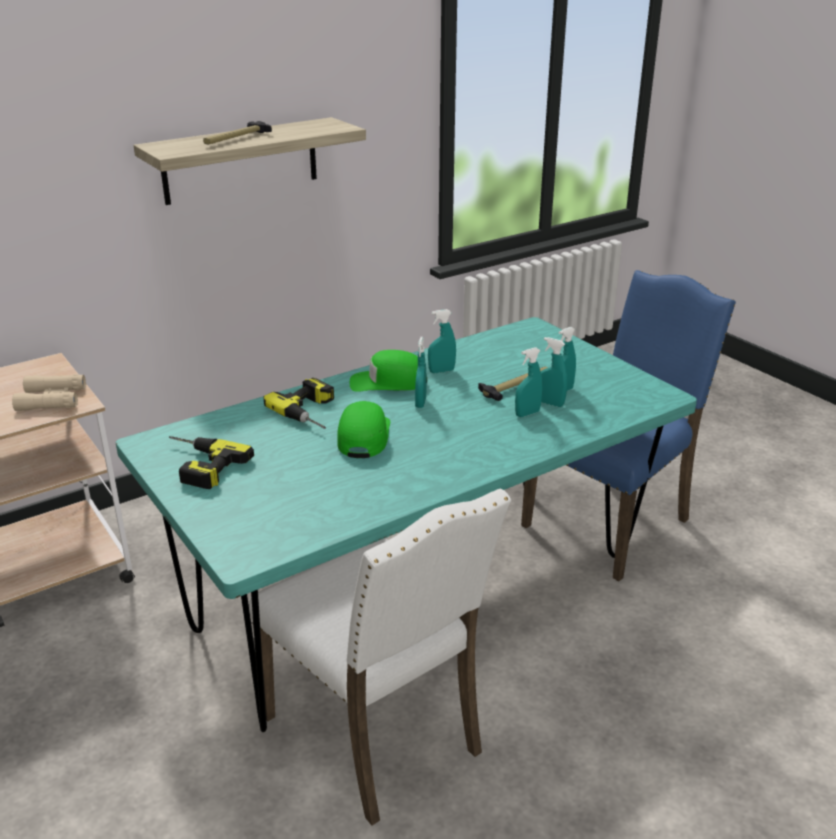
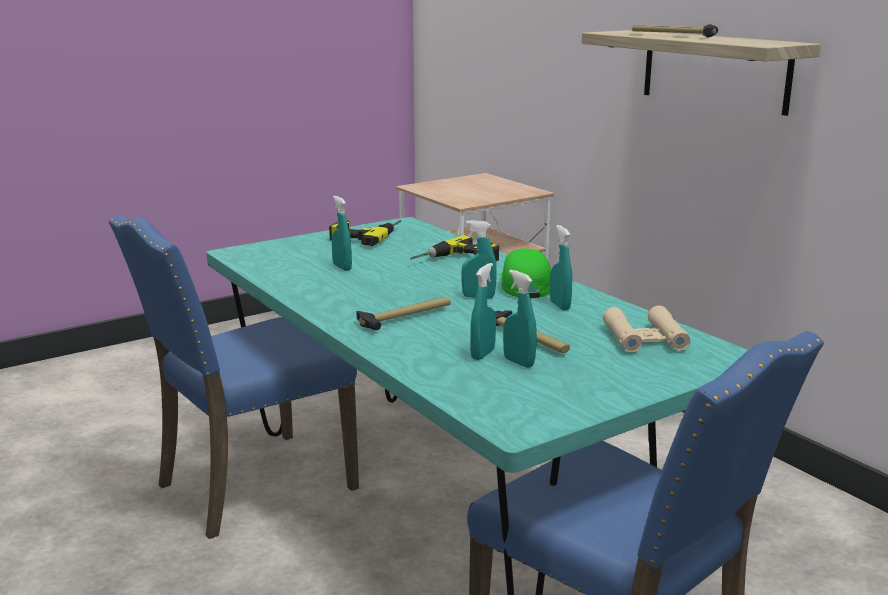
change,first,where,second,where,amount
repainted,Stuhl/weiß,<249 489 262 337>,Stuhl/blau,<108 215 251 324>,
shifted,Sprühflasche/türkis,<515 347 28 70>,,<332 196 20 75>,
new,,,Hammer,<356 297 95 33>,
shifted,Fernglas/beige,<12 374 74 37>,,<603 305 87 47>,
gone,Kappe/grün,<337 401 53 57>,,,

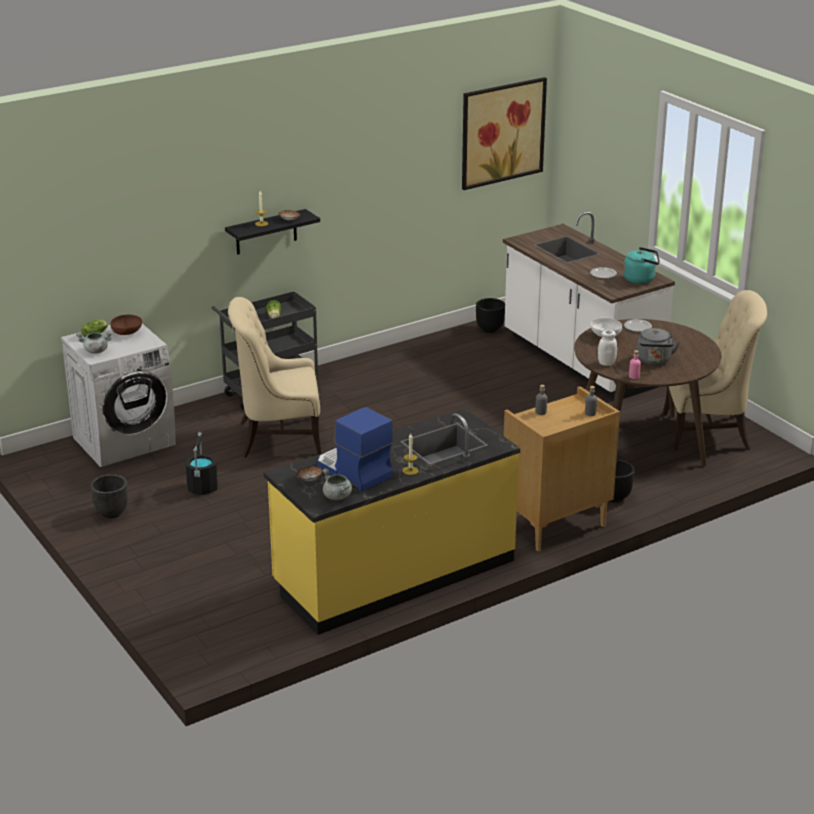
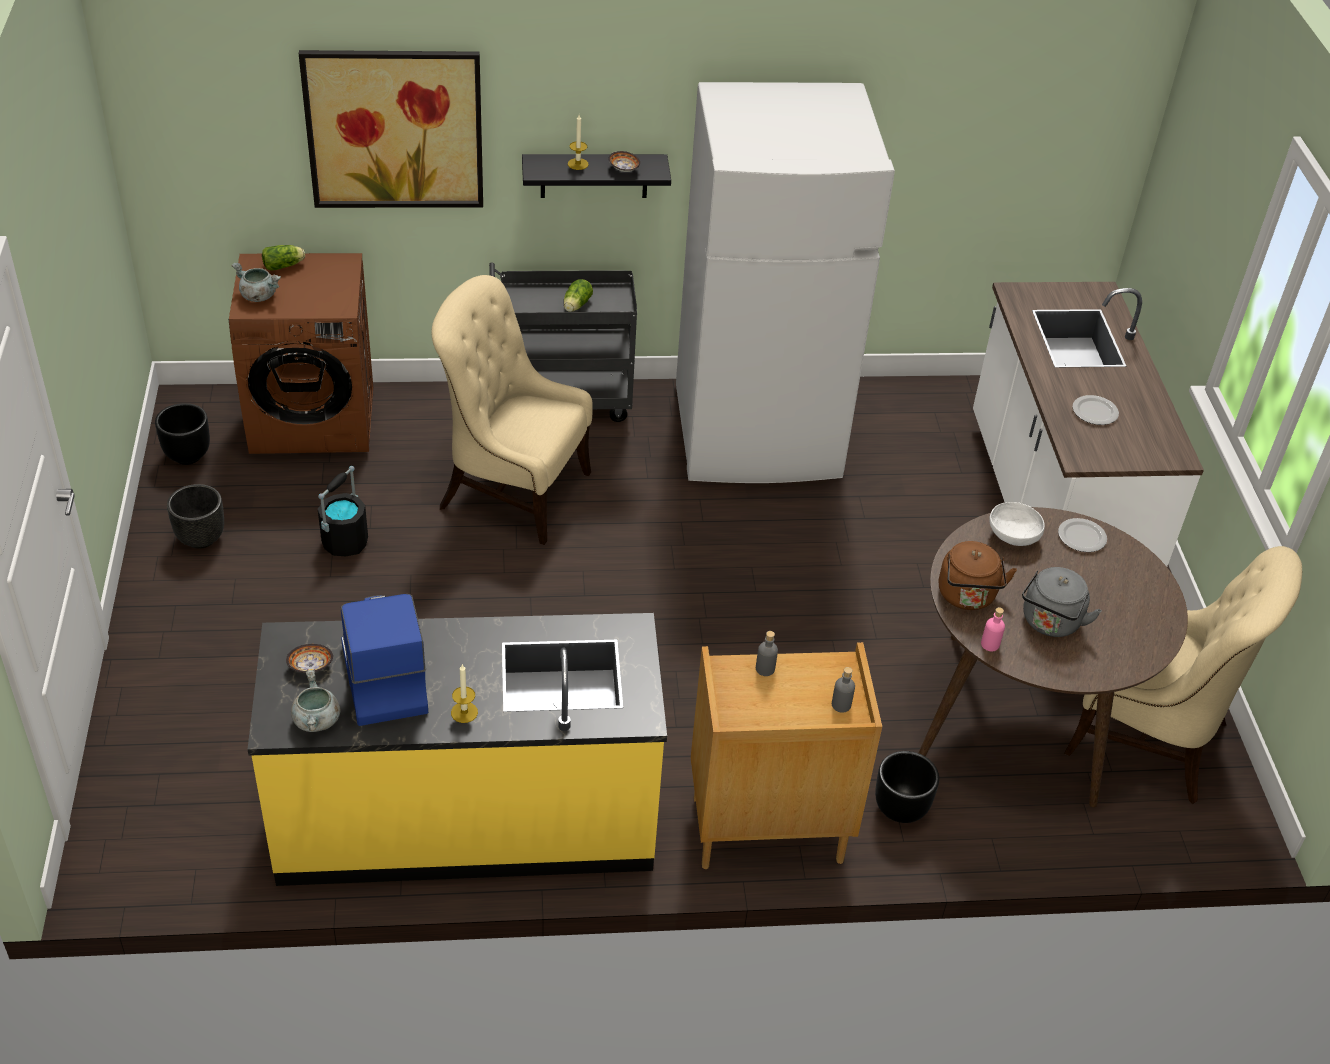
change,first,where,second,where,amount
shifted,Pflanzkübel/schwarz,<476 298 29 35>,,<155 403 55 62>,
repainted,Waschmaschine/weiß,<61 324 115 143>,Waschmaschine/braun,<229 253 144 201>,
shifted,Bild,<462 77 85 113>,,<299 50 184 158>,
new,,,Kühlschrank/weiß,<676 82 219 401>,
swapped,Vorratsglas/weiß,<598 330 19 36>,Wasserkessel/braun,<939 541 78 69>,
gone,Schüssel/braun,<110 315 32 20>,,,
gone,Wasserkessel/türkis,<623 247 37 37>,,,

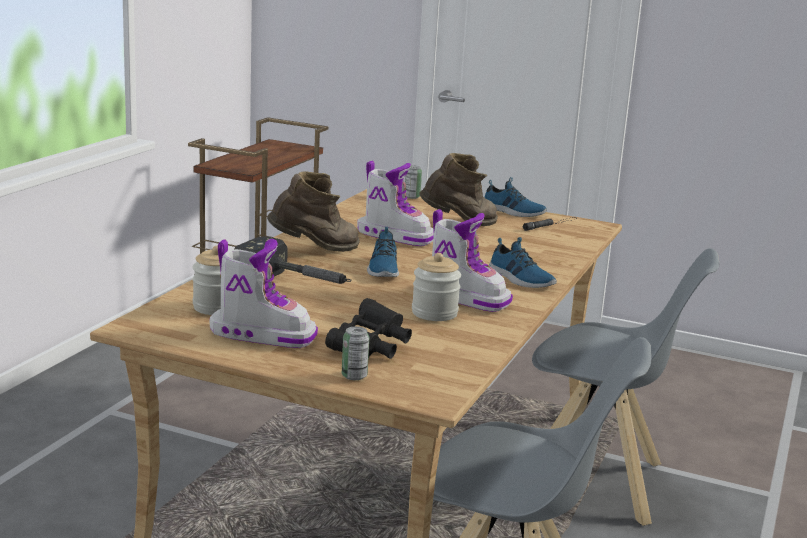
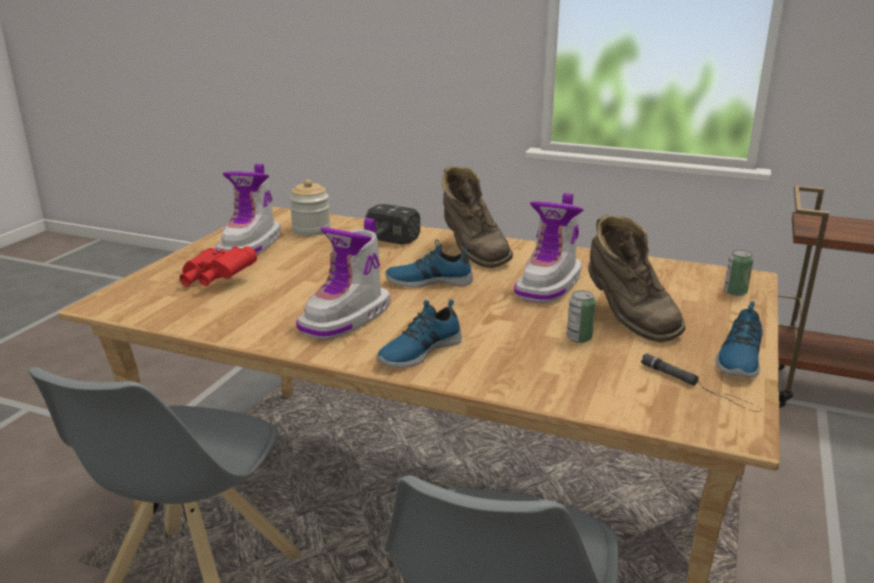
change,first,where,second,where,amount
repainted,Fernglas/schwarz,<325 298 87 61>,Fernglas/rot,<180 246 77 41>,
shifted,Dose,<342 327 27 53>,,<567 290 29 53>,
gone,Vorratsglas,<412 253 49 68>,,,

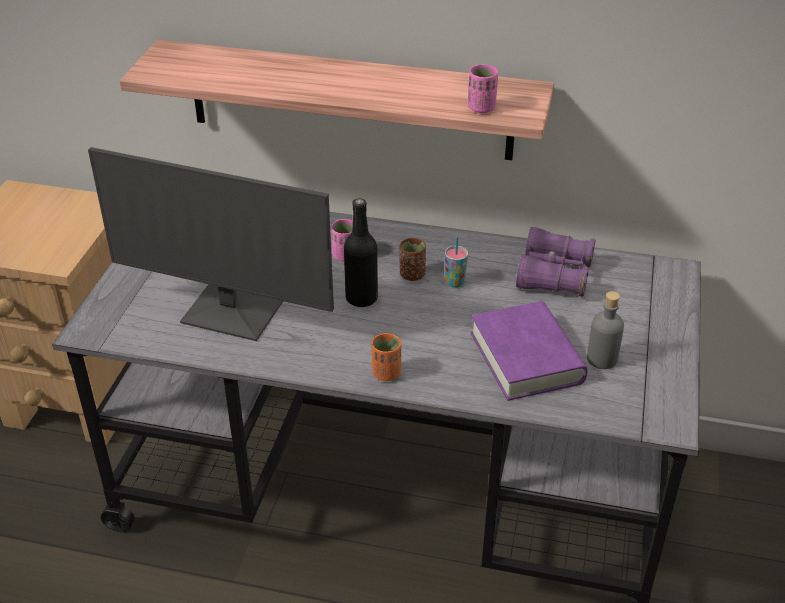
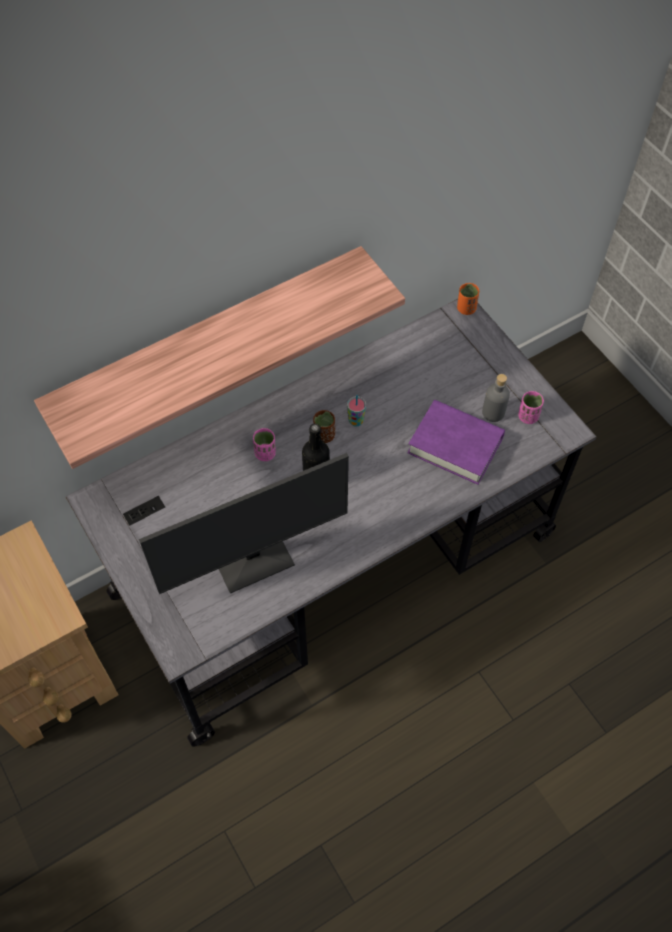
change,first,where,second,where,amount
shifted,Tasse/orange,<372 333 29 48>,,<457 283 22 32>,
shifted,Tasse/rosa,<468 64 30 49>,,<518 391 26 33>,
gone,Fernglas/lila,<516 227 79 70>,,,

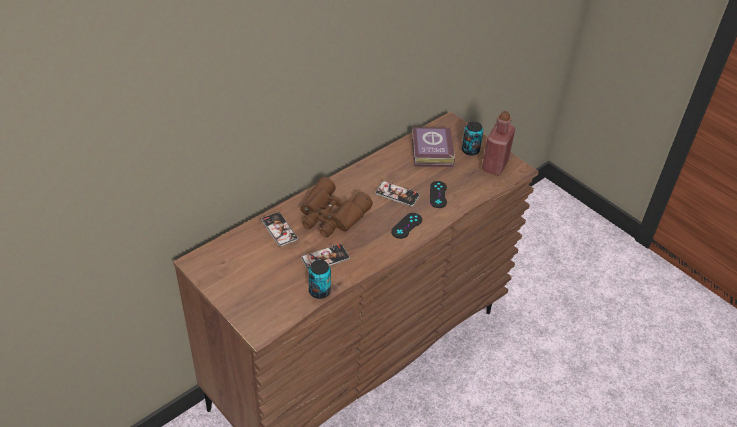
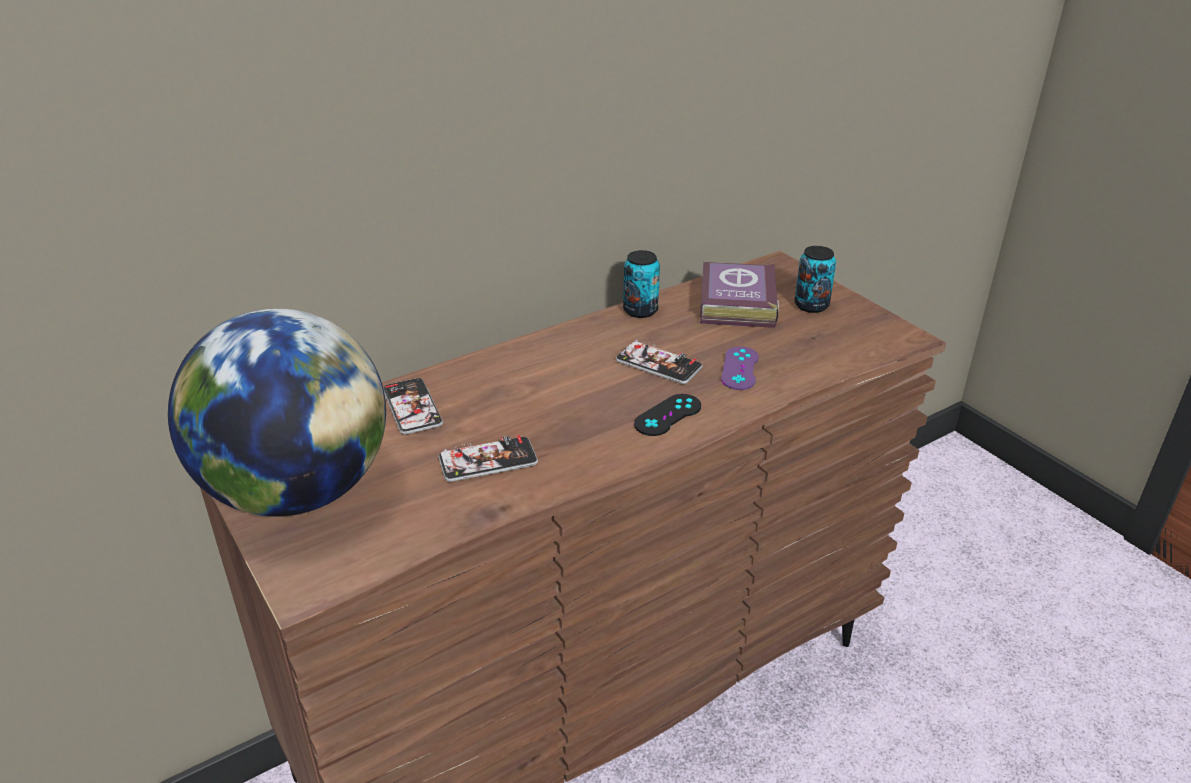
change,first,where,second,where,amount
new,,,Globus,<168 309 218 208>,
shifted,Dose,<308 260 23 39>,,<623 250 37 68>,
repainted,Gamepad/schwarz,<430 181 17 27>,Gamepad/lila,<721 346 38 44>,
gone,Fernglas/braun,<300 177 73 60>,,,
gone,Flasche/rot,<482 111 33 65>,,,

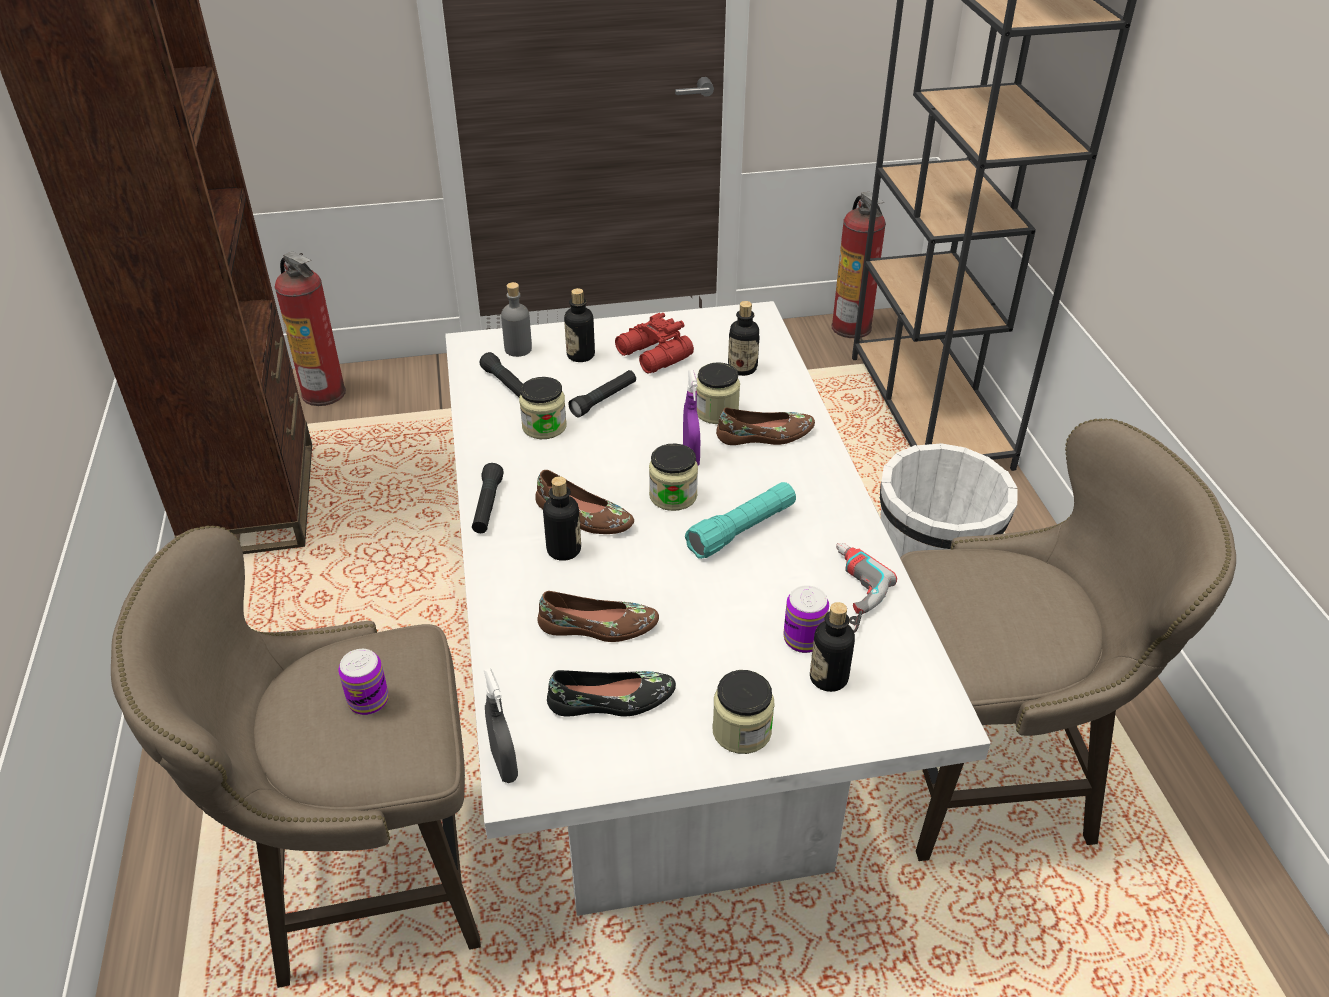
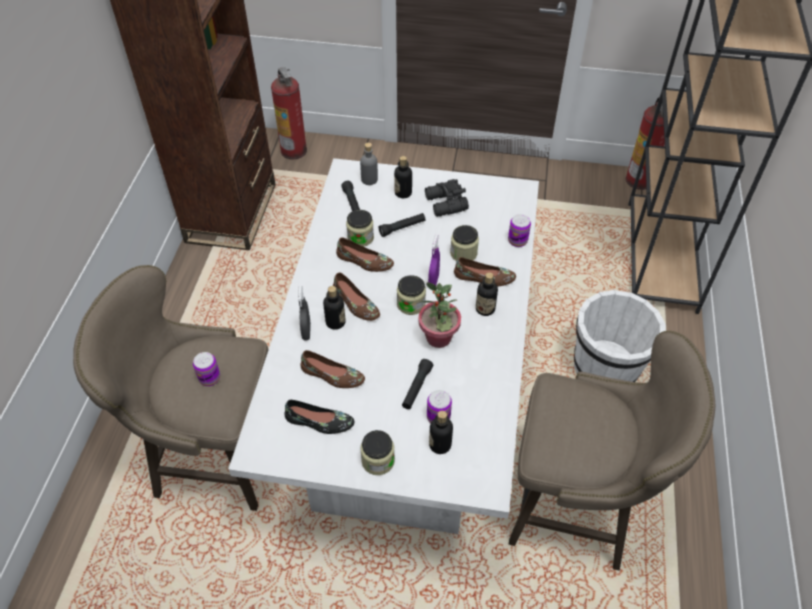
change,first,where,second,where,amount
shifted,Sprühflasche/grau,<484 668 34 115>,,<298 286 13 55>,
new,,,Schuh/braun,<336 237 58 35>,
shifted,Taschenlampe/schwarz,<472 463 32 70>,,<402 359 31 50>,
swapped,Taschenlampe/türkis,<685 482 111 77>,Topfpflanze,<418 282 43 66>,
repainted,Fernglas/rot,<615 313 79 61>,Fernglas/schwarz,<425 179 44 38>,
shifted,Flasche,<728 301 32 75>,,<476 272 22 44>,
new,,,Dose,<508 214 23 33>,
gone,Bohrmaschine,<836 543 61 90>,,,

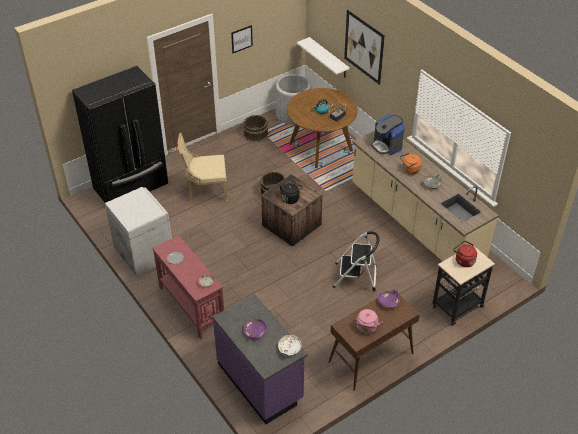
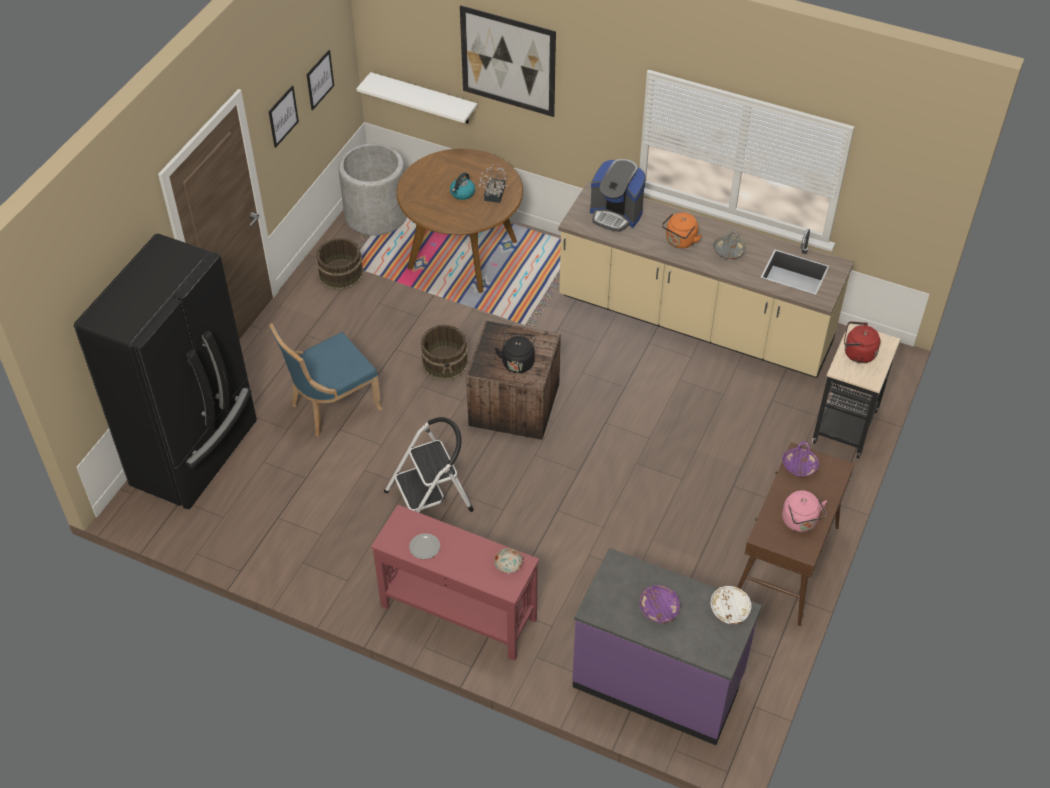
change,first,where,second,where,amount
repainted,Stuhl/beige,<178 133 50 69>,Stuhl/blau,<269 323 113 114>,
new,,,Bild,<307 50 27 60>,
shifted,Trittleiter,<333 231 46 60>,,<384 417 90 96>,
gone,Waschmaschine/weiß,<105 187 67 89>,,,

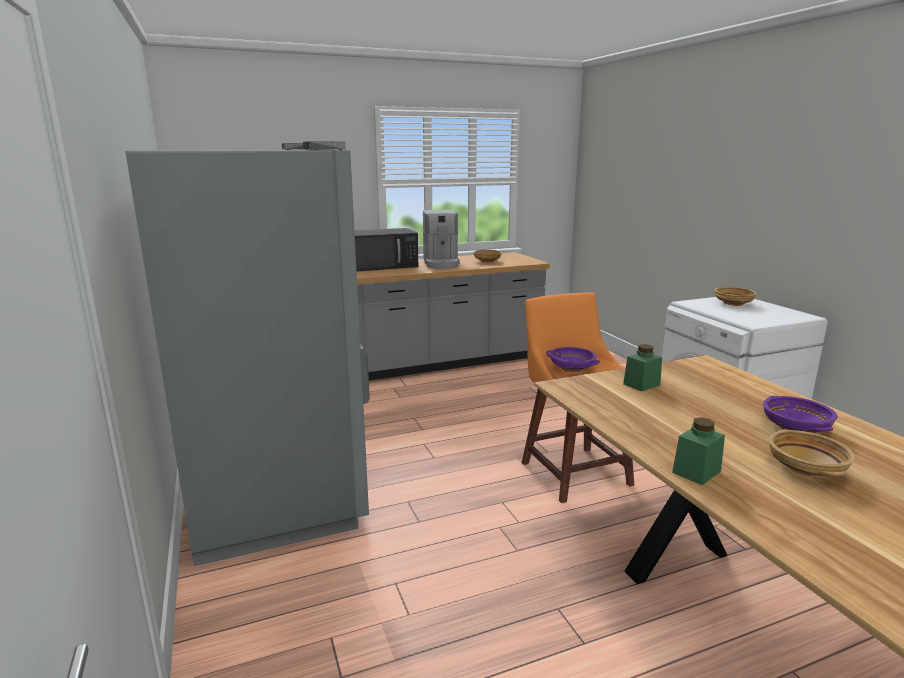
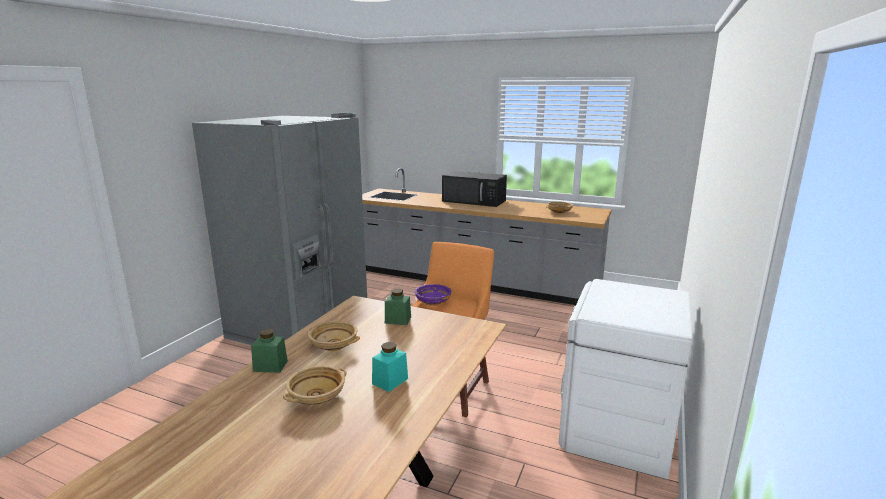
change,first,where,second,where,amount
shifted,Schüssel/beige,<714 287 43 19>,,<307 321 53 30>,
swapped,Schüssel/lila,<763 396 75 37>,Vorratsglas/türkis,<372 342 36 50>,
gone,Kaffeemaschine,<423 210 37 59>,,,

